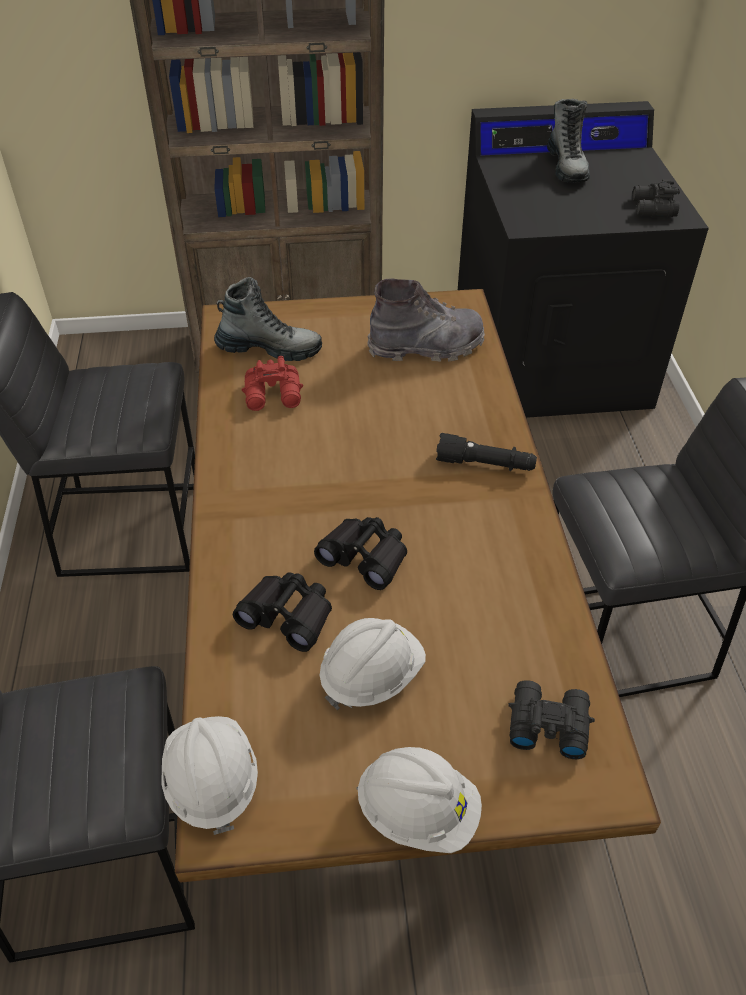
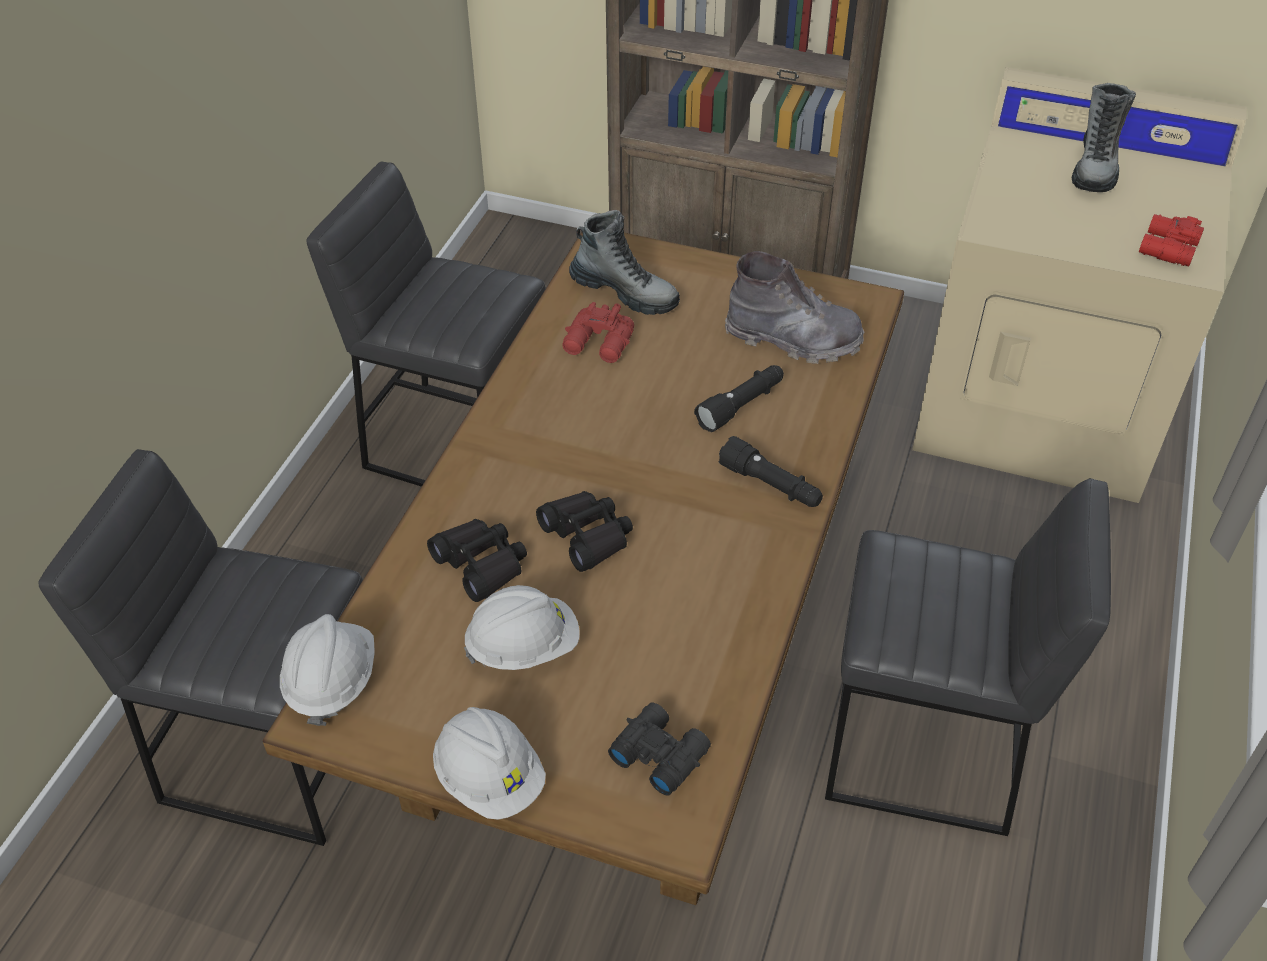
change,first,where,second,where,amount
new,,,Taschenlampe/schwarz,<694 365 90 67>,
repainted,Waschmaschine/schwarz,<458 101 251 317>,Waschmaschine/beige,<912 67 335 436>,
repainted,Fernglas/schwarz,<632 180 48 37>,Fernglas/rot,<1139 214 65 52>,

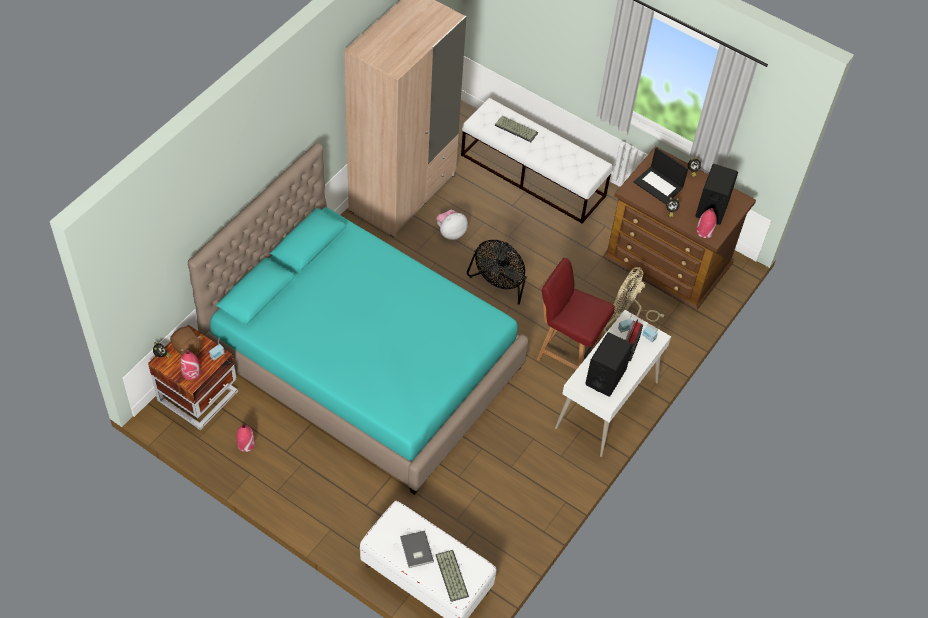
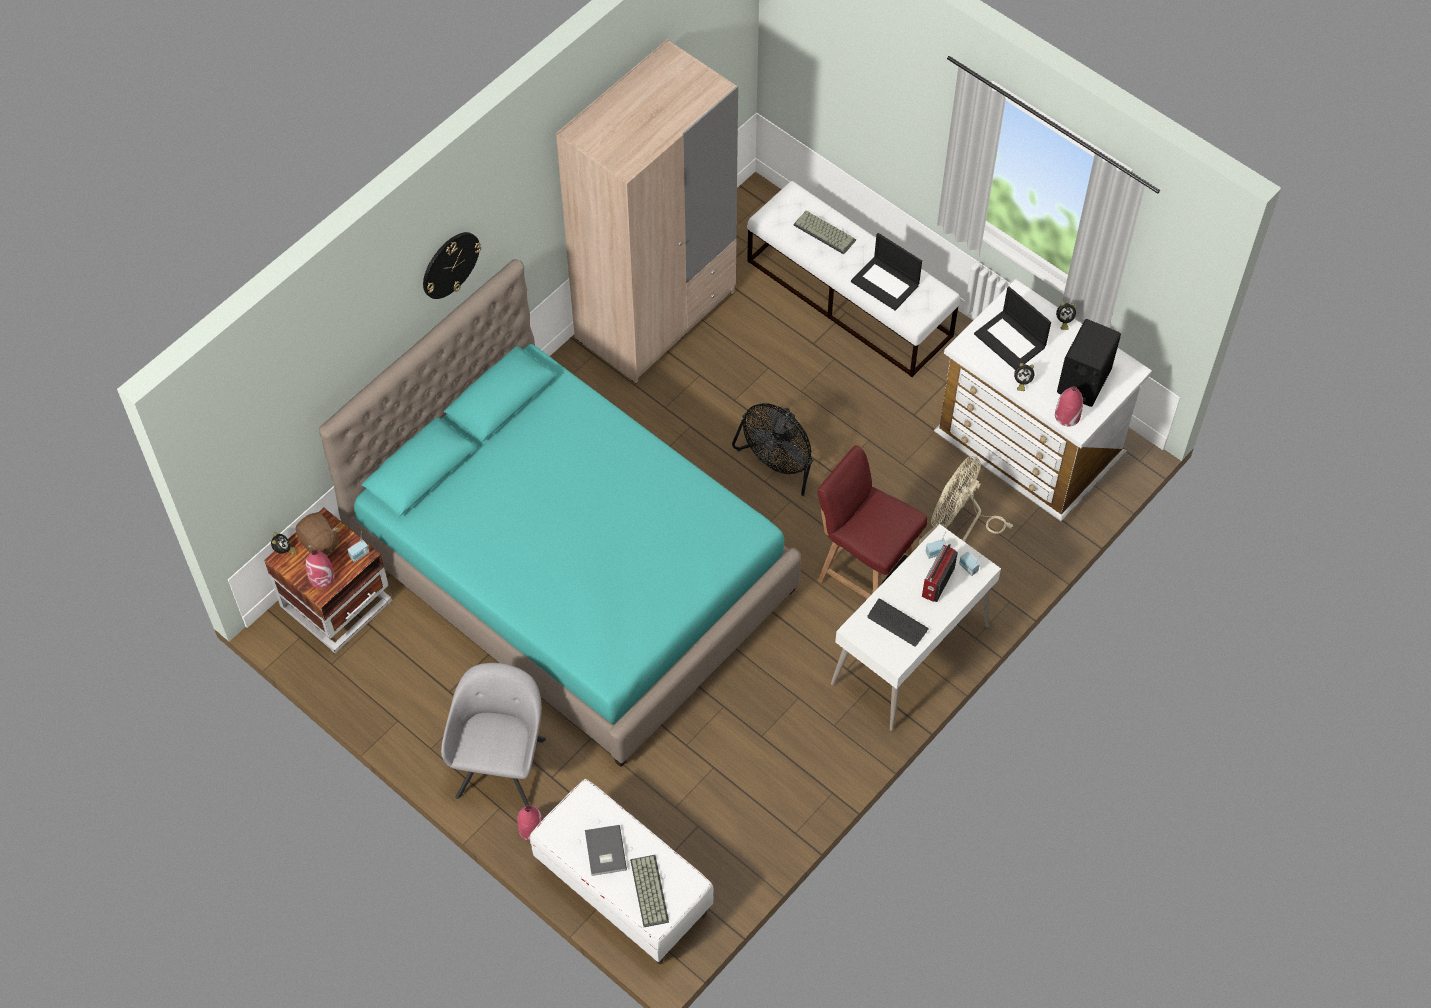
change,first,where,second,where,amount
new,,,Wanduhr,<423 232 58 67>,
new,,,Sessel/grau,<441 663 105 143>,
shifted,Vase/rot,<236 424 19 28>,,<517 805 26 36>,
new,,,Laptop,<851 233 71 77>,
swapped,Lautsprecher/schwarz,<585 332 48 65>,Tastatur,<867 599 62 48>,
repainted,Kommode/braun,<603 146 153 164>,Kommode/weiß,<934 279 218 242>,
gone,Plüschtier,<436 210 32 30>,,,

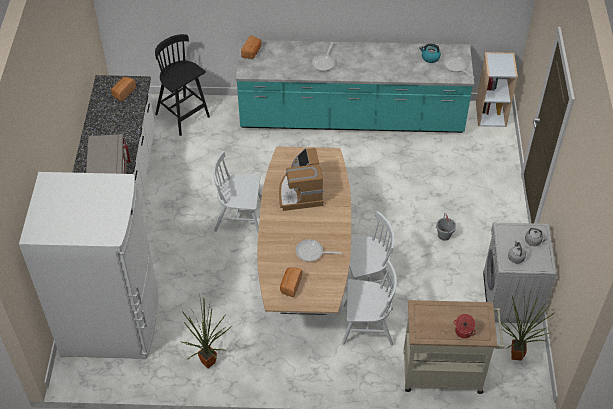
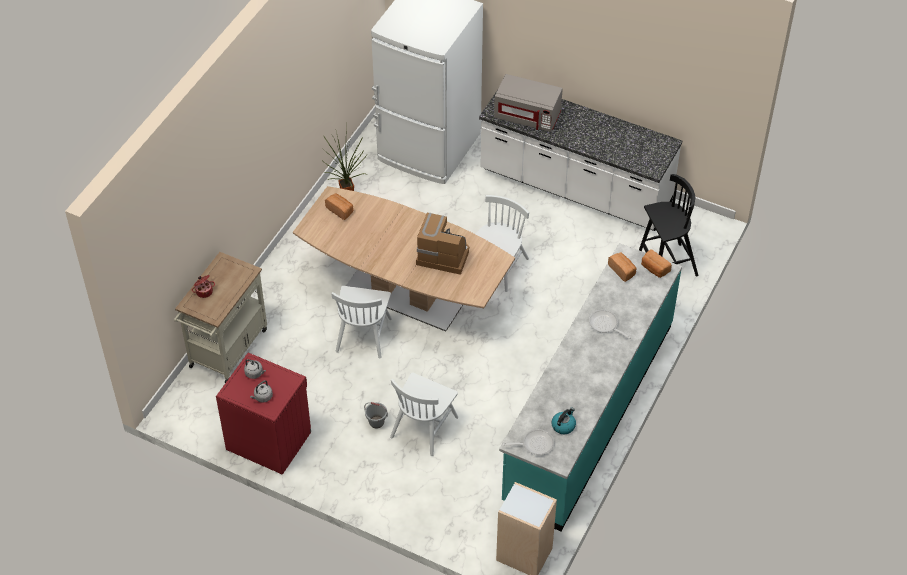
change,first,where,second,where,amount
repainted,Waschmaschine/weiß,<483 223 74 101>,Waschmaschine/rot,<216 353 95 122>,
shifted,Stuhl/weiß,<342 260 55 86>,,<390 372 68 84>,
shifted,Brot,<111 77 25 24>,,<608 252 29 30>,
gone,Pfanne,<296 239 46 23>,,,
gone,Topfpflanze,<501 289 55 71>,,,

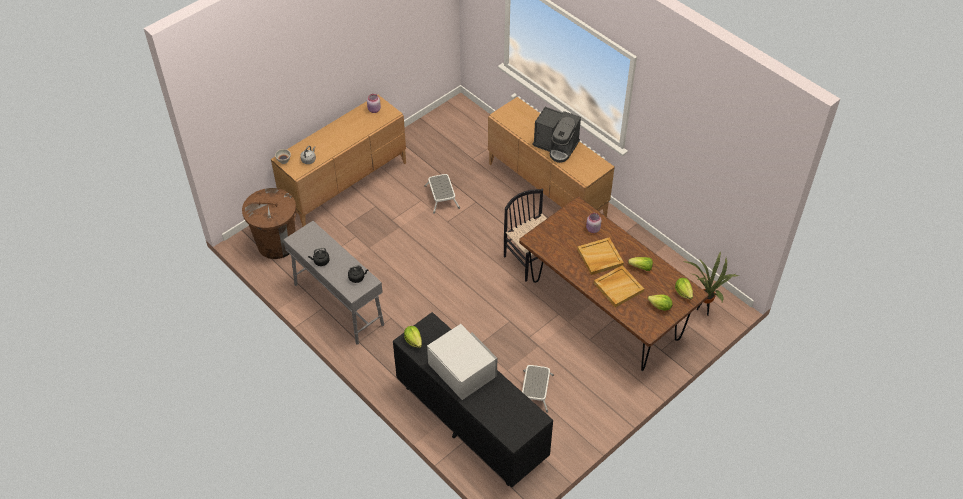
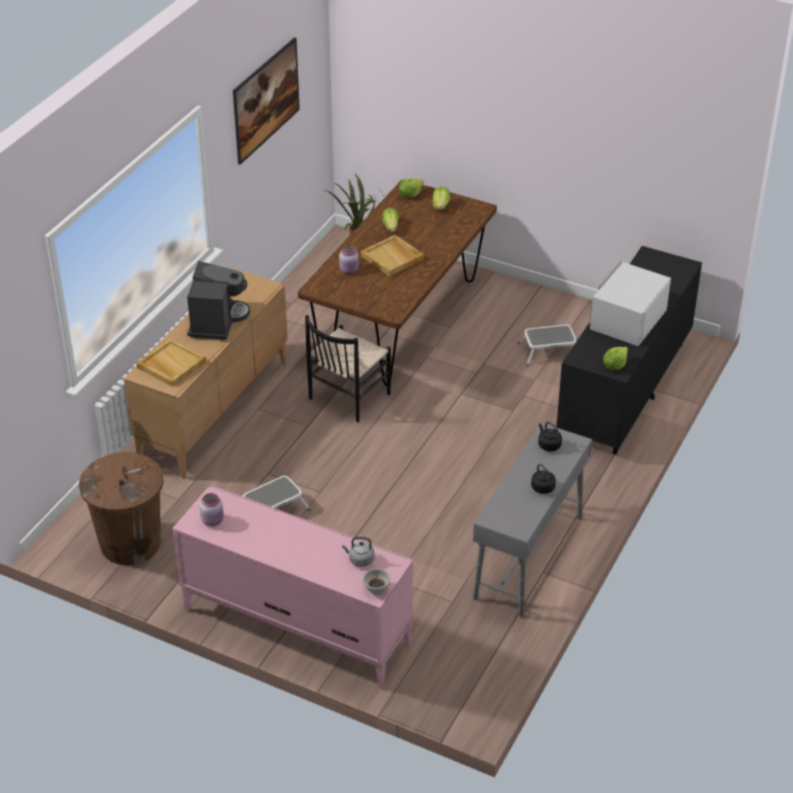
change,first,where,second,where,amount
shifted,Mülleimer/braun,<242 188 54 71>,,<79 452 84 113>,
shifted,Tablett/beige,<594 265 50 42>,,<136 339 70 48>,
repainted,Kommode/braun,<271 95 135 132>,Kommode/rosa,<172 485 241 204>,
new,,,Bild,<233 37 67 128>,

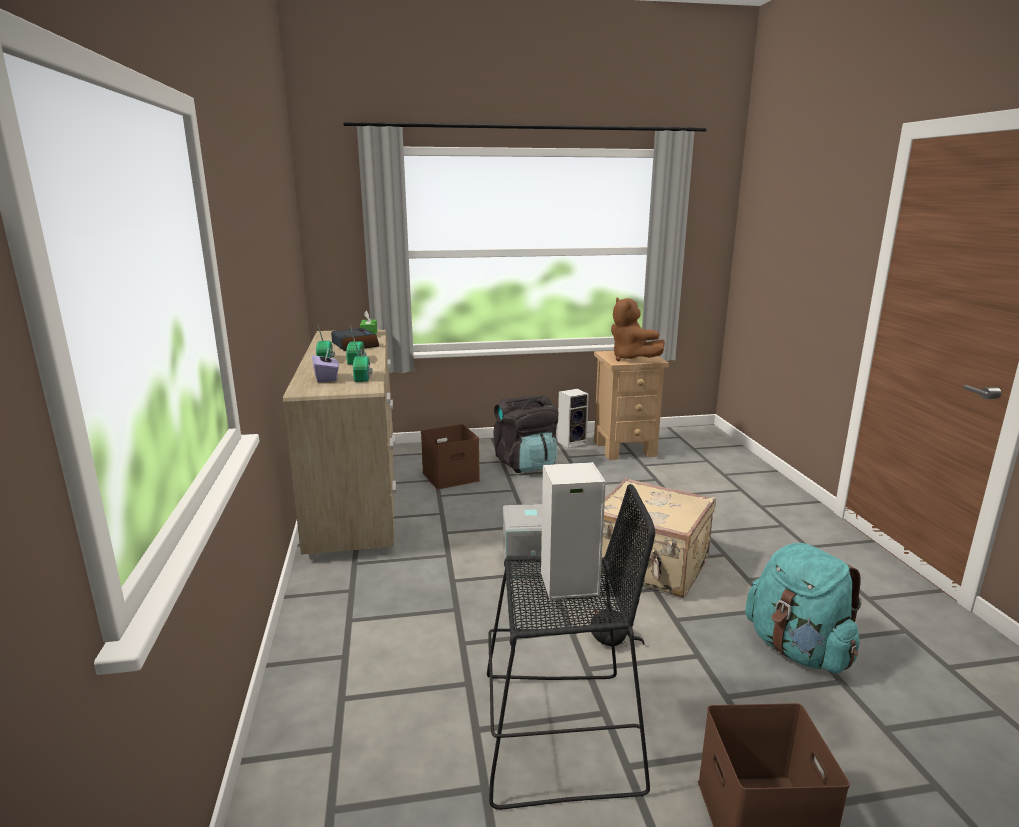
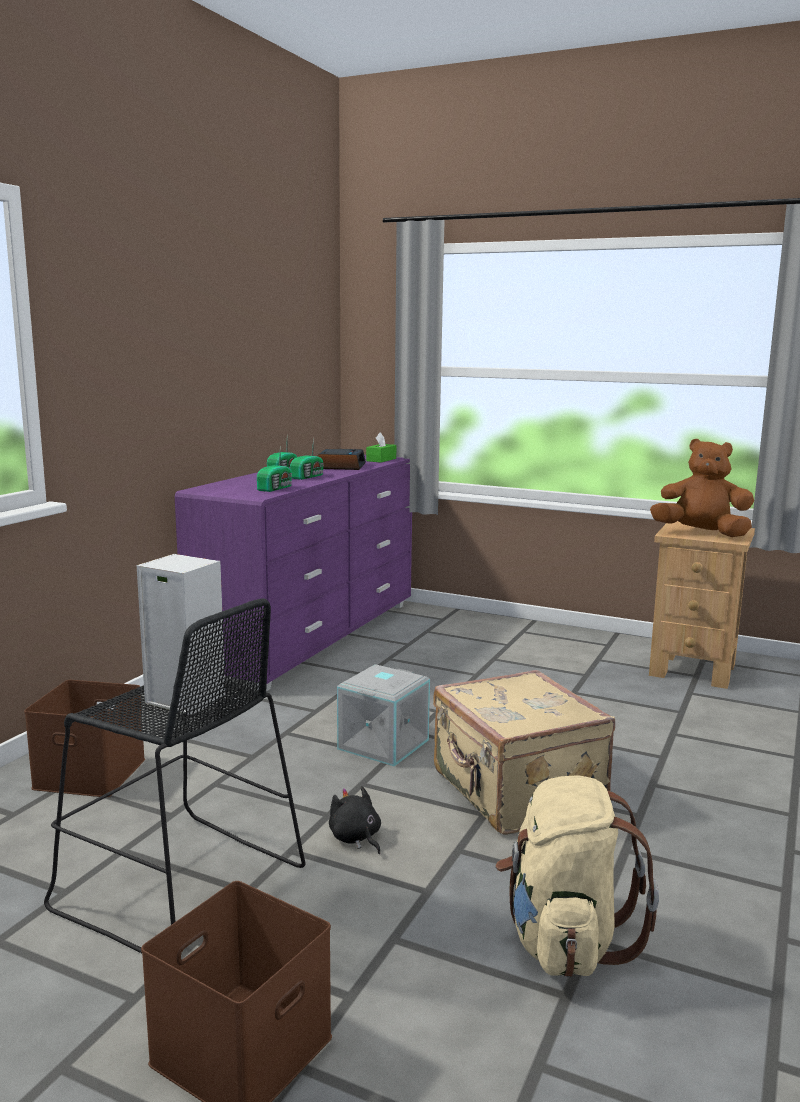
change,first,where,second,where,amount
shifted,Aufbewahrungsbox/braun,<421 424 59 65>,,<24 680 121 118>,
repainted,Kommode/beige,<283 329 113 231>,Kommode/lila,<175 455 237 236>,
repainted,Rucksack/türkis,<745 543 117 131>,Rucksack/beige,<495 775 164 202>,
rotated,Plüschtier/braun,<611 297 54 64>,,<650 439 104 98>,105 degrees clockwise
gone,Taschentuchbox/lila,<312 351 27 31>,,,
gone,Rucksack/schwarz,<493 395 65 78>,,,
gone,Lautsprecher,<558 389 31 59>,,,

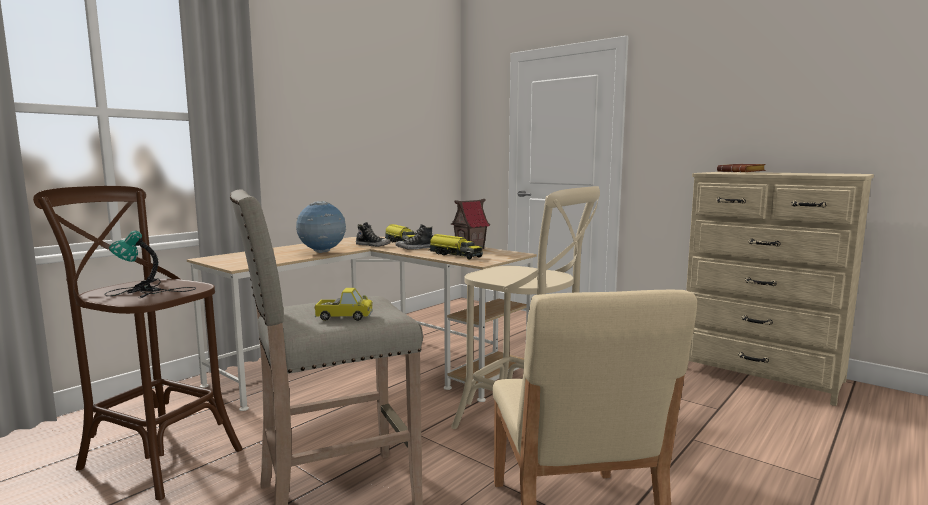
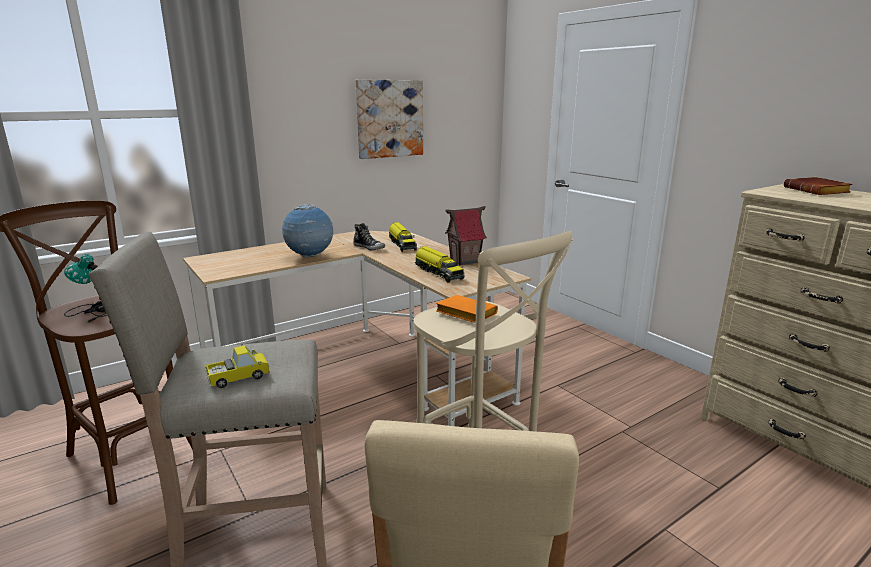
change,first,where,second,where,amount
rotated,Spielzeuglaster,<314 288 59 33>,,<205 346 65 42>,45 degrees counterclockwise
new,,,Bild,<356 79 67 80>,
new,,,Buch/orange,<436 295 62 28>,
gone,Schuh,<396 224 37 26>,,,

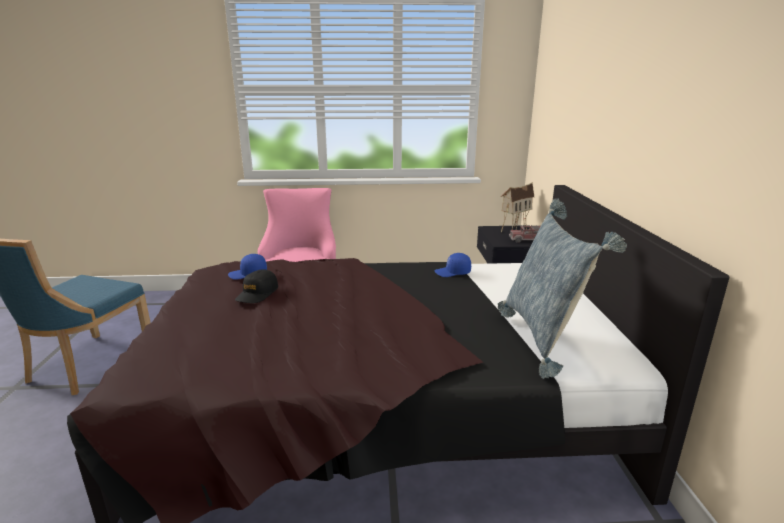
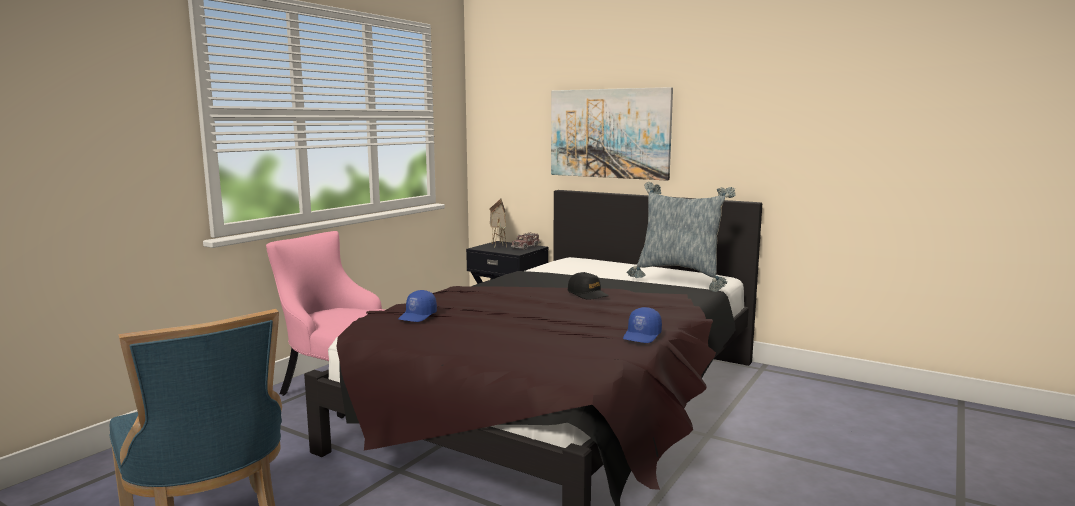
change,first,where,second,where,amount
new,,,Bild,<551 87 122 94>,
shifted,Kappe/schwarz,<235 270 43 33>,,<568 272 41 28>,
shifted,Kappe/blau,<434 253 37 24>,,<623 307 39 36>,

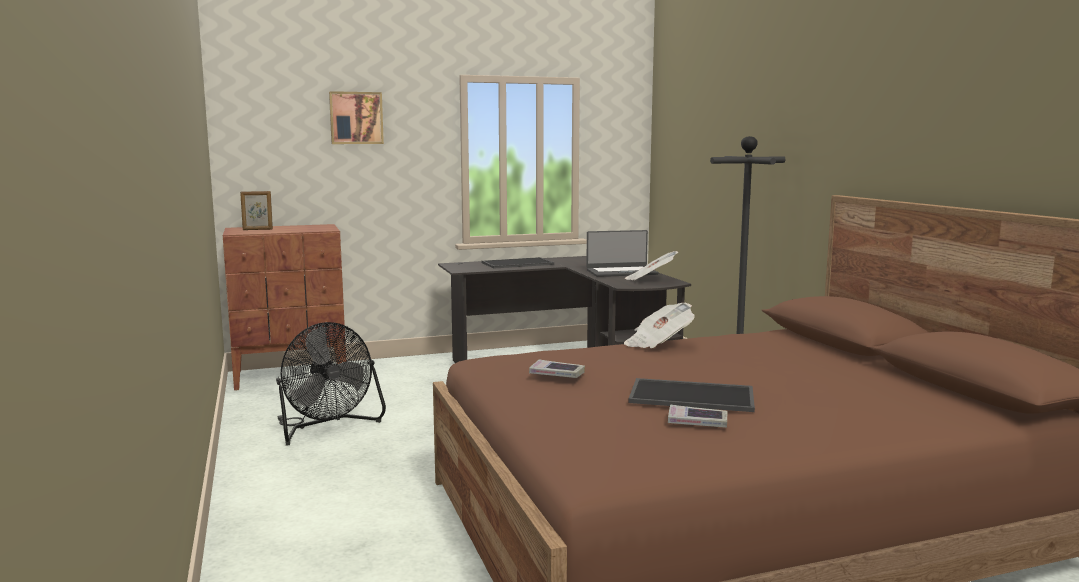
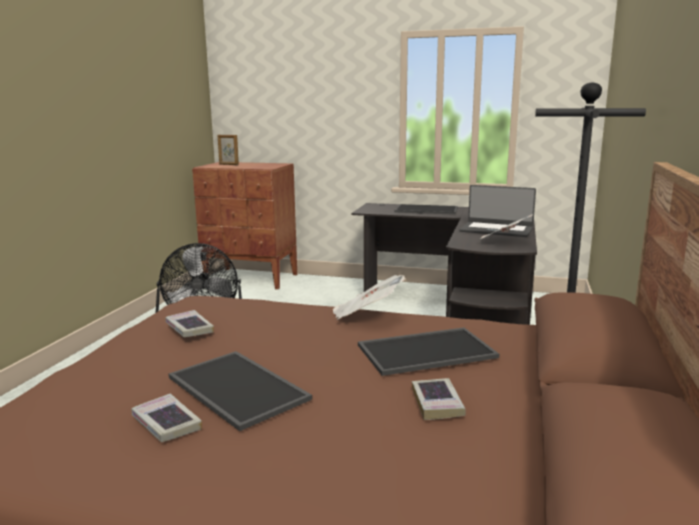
change,first,where,second,where,amount
new,,,Tablett,<358 327 141 49>,
new,,,Buch,<412 378 53 42>,
gone,Bild,<329 91 55 53>,,,

